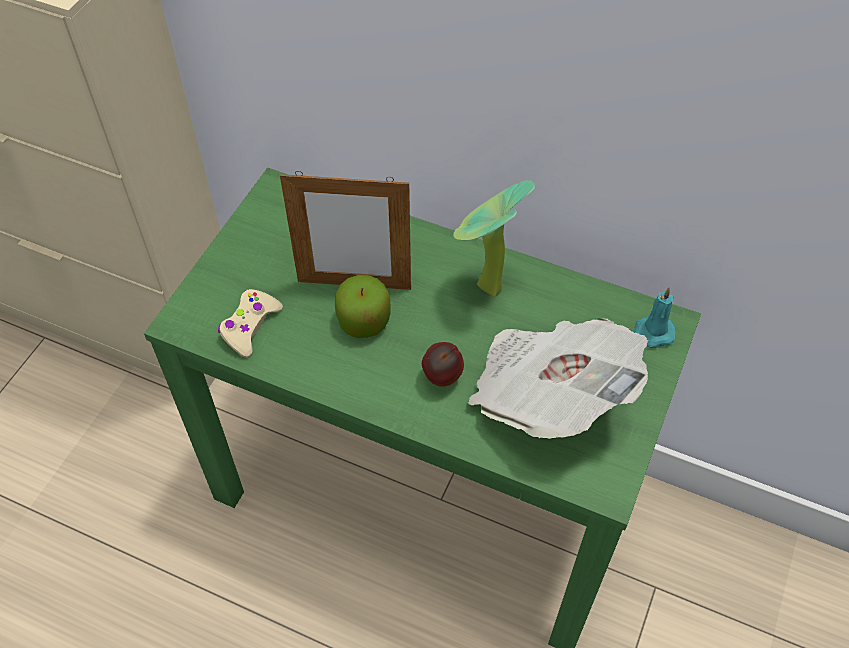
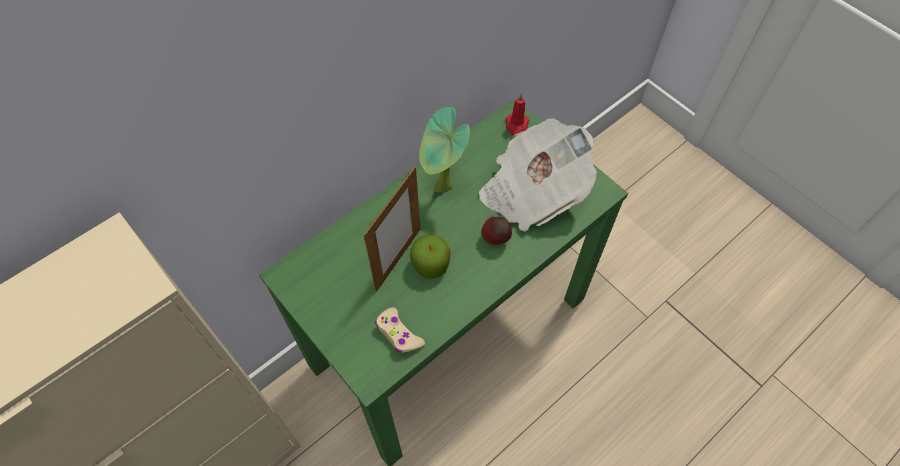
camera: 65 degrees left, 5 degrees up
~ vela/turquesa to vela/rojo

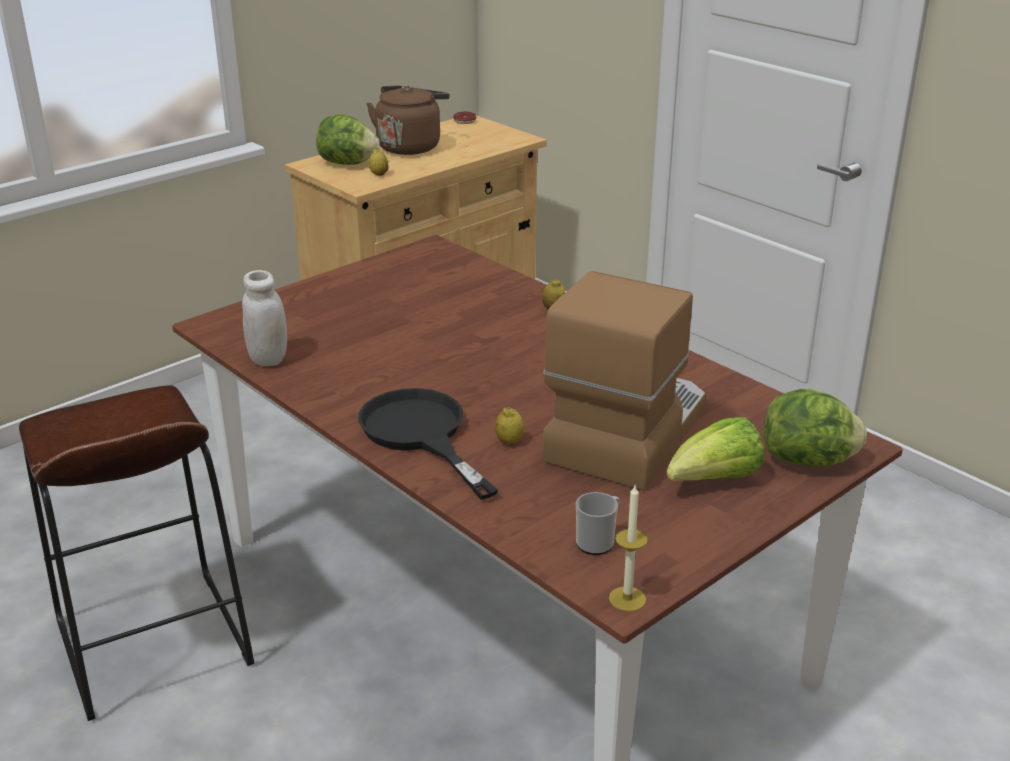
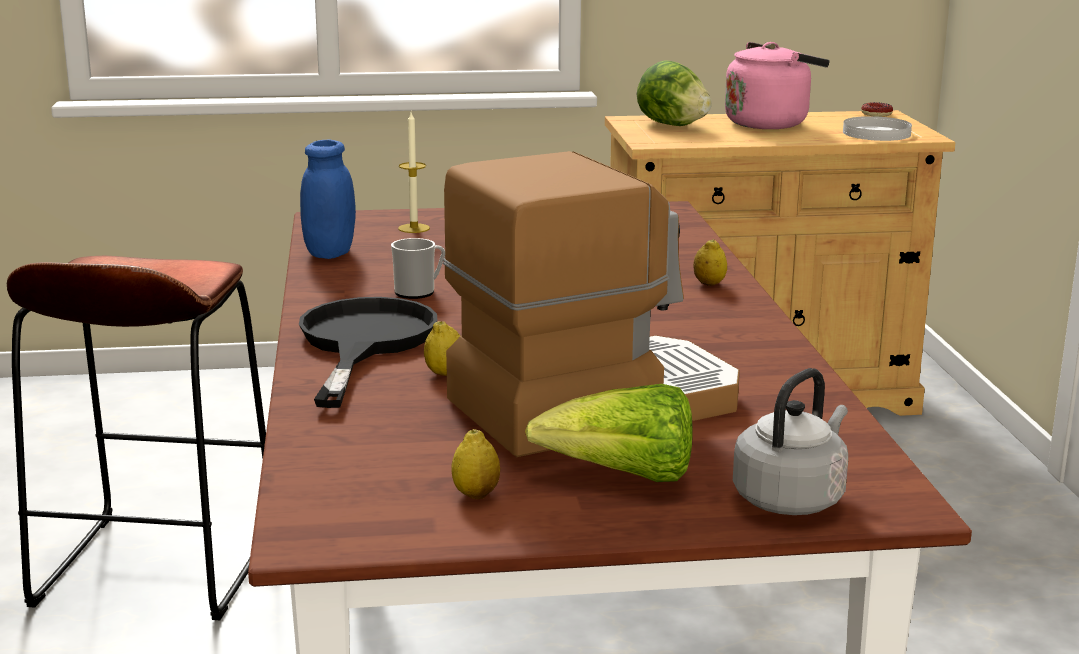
camera: 35 degrees right, 10 degrees down
+ plato/blanco
~ limón (no. 1 from left in the first image) to limón (no. 2 from left)
~ taza grande
~ vela
~ lechuga (no. 3 from left) to hervidor/gris
~ tarro/blanco to tarro/azul
~ hervidor/marrón to hervidor/rosa

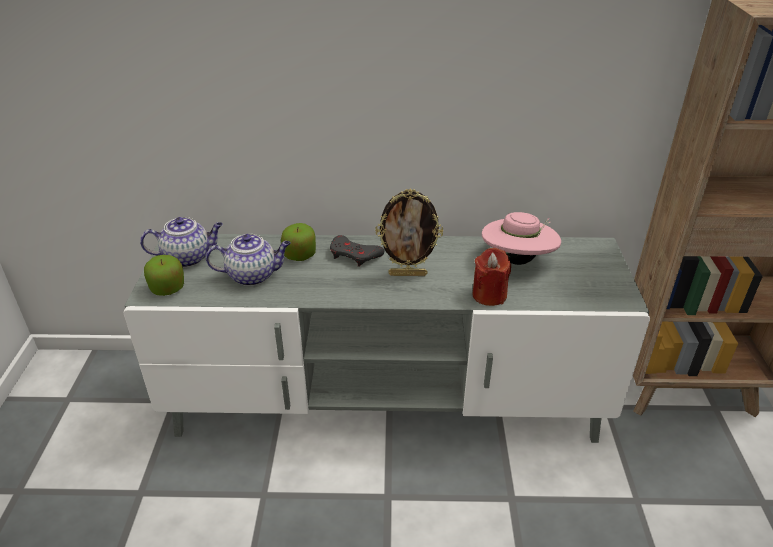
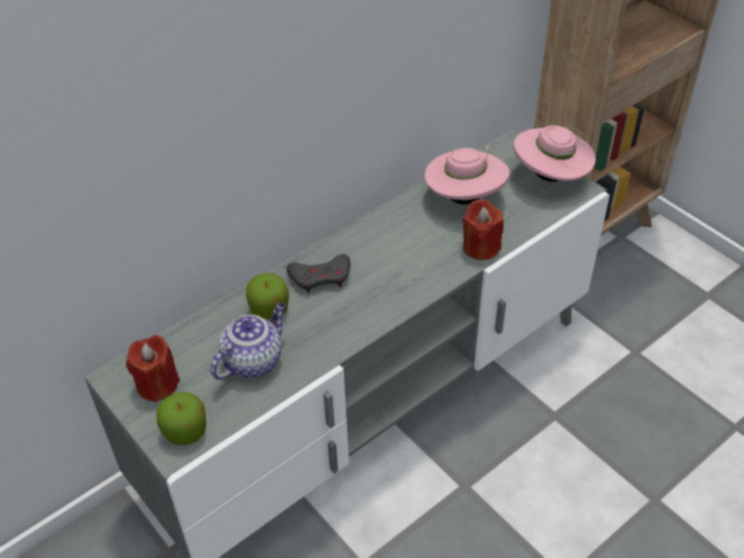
camera: 40 degrees left, 10 degrees up
- portarretratos
+ sombrero/rosa (no. 2 from left)
~ tetera (no. 1 from left) to vela/rojo (no. 1 from left)

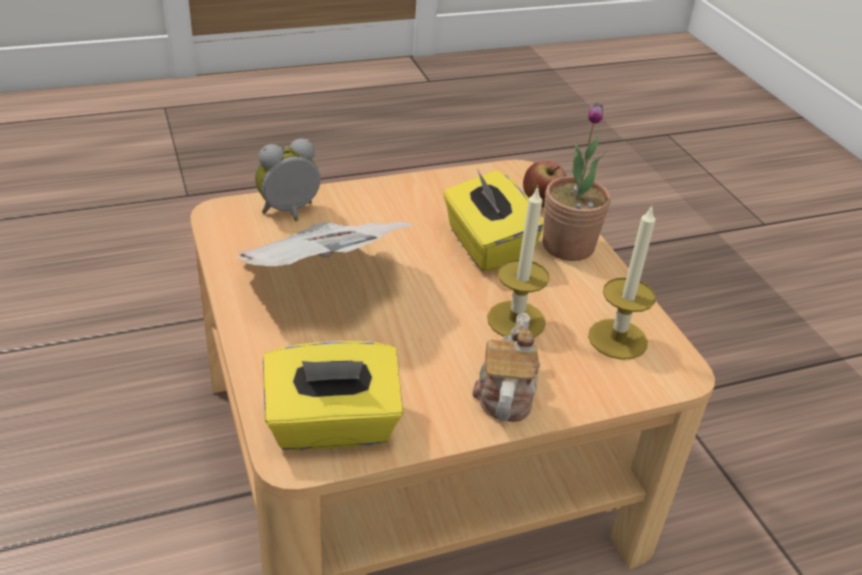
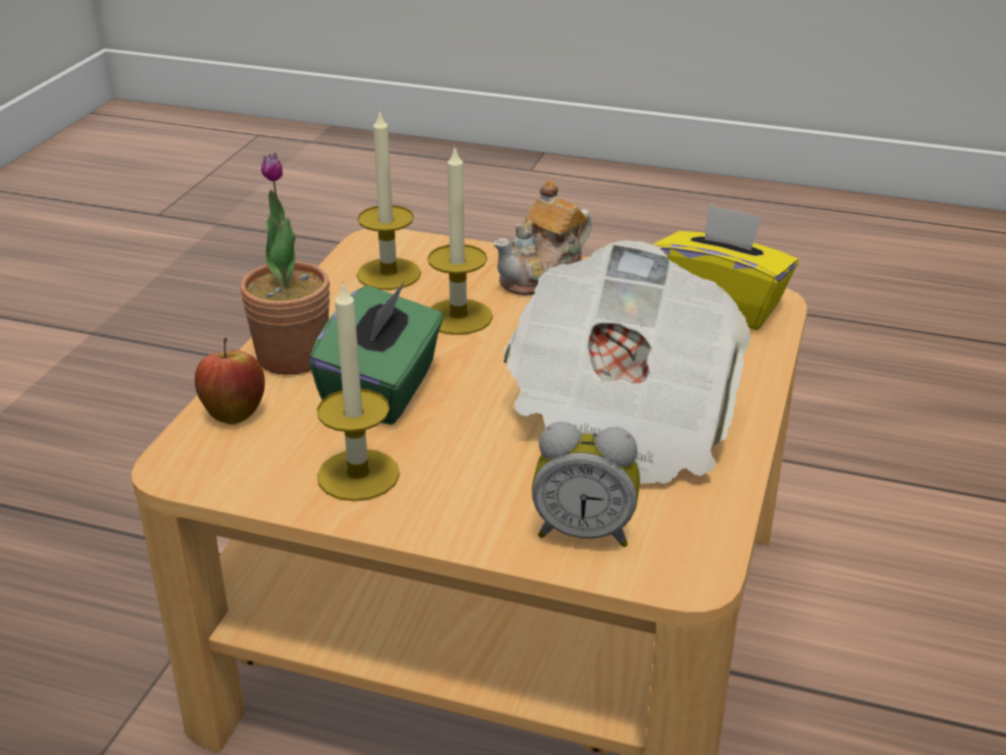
camera: 140 degrees left, 5 degrees down
+ vela (no. 1 from left)
~ caja de pañuelos/amarillo (no. 2 from left) to caja de pañuelos/verde

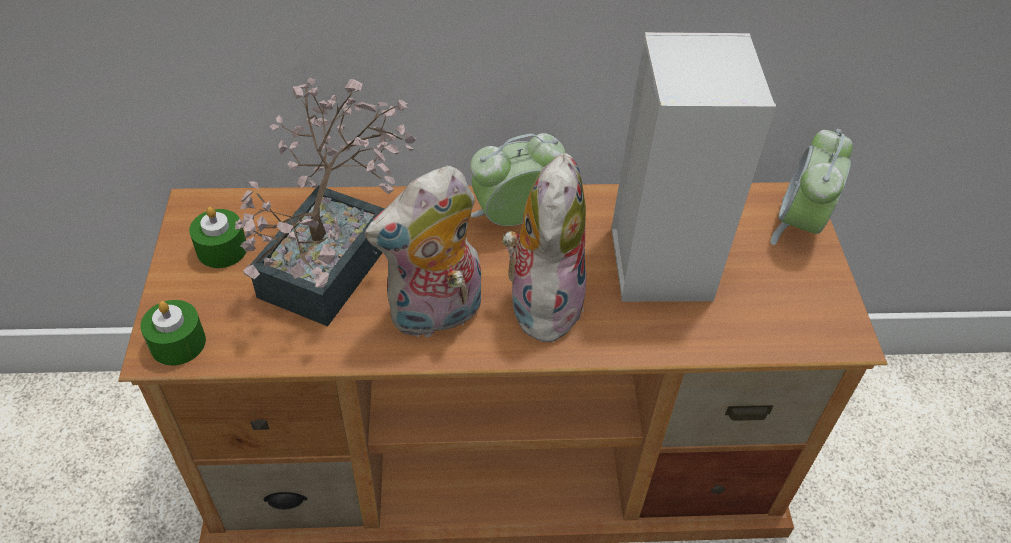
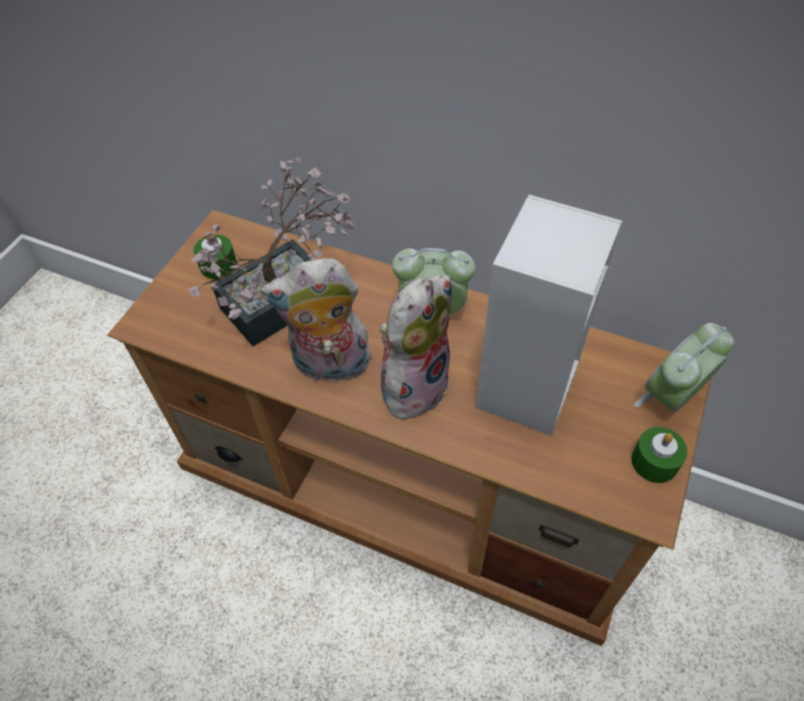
camera: 30 degrees right, 5 degrees up
~ vela/verde (no. 1 from left in the first image) to vela/verde (no. 2 from left)

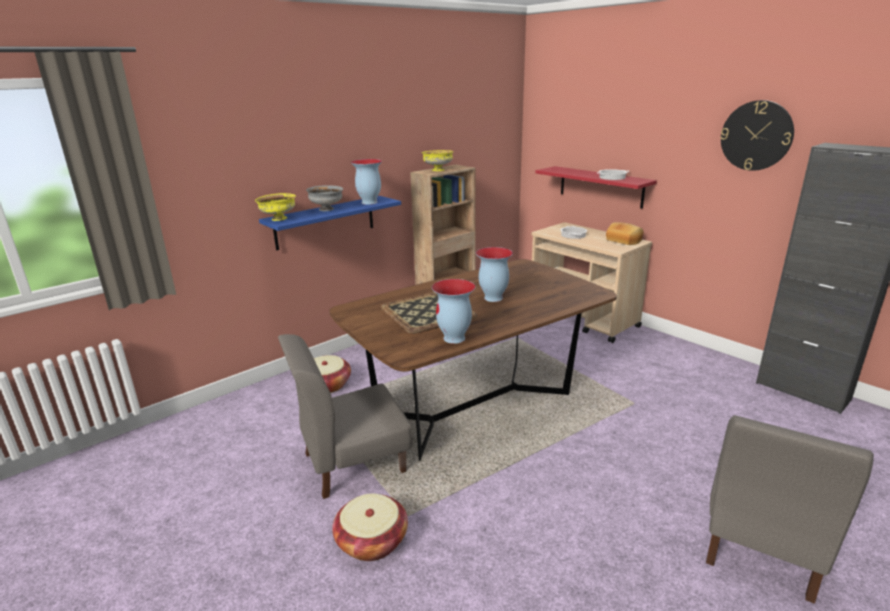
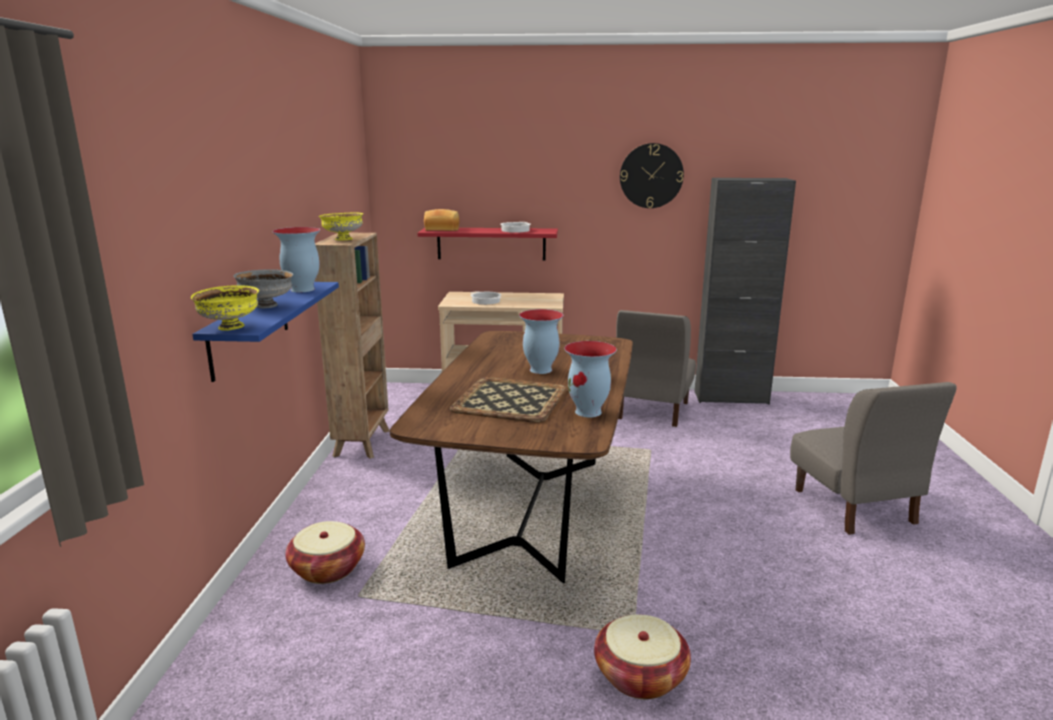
camera: 45 degrees left, 5 degrees down
~ silla/gris (no. 1 from left)
~ pan

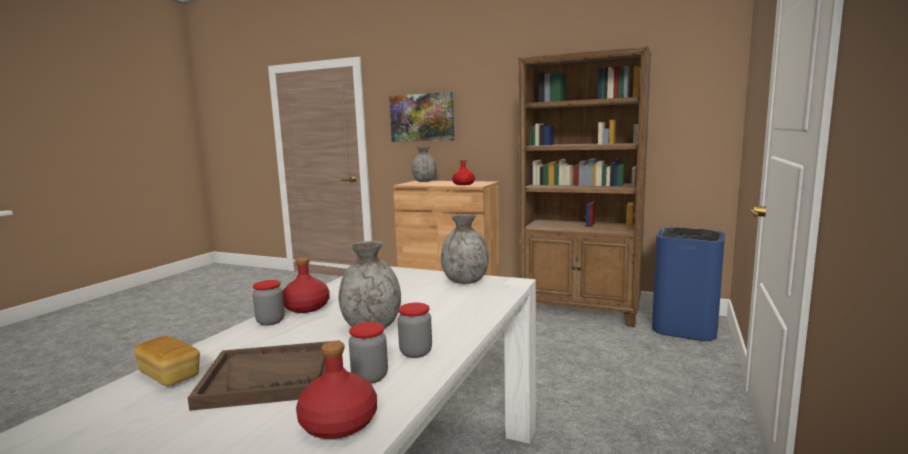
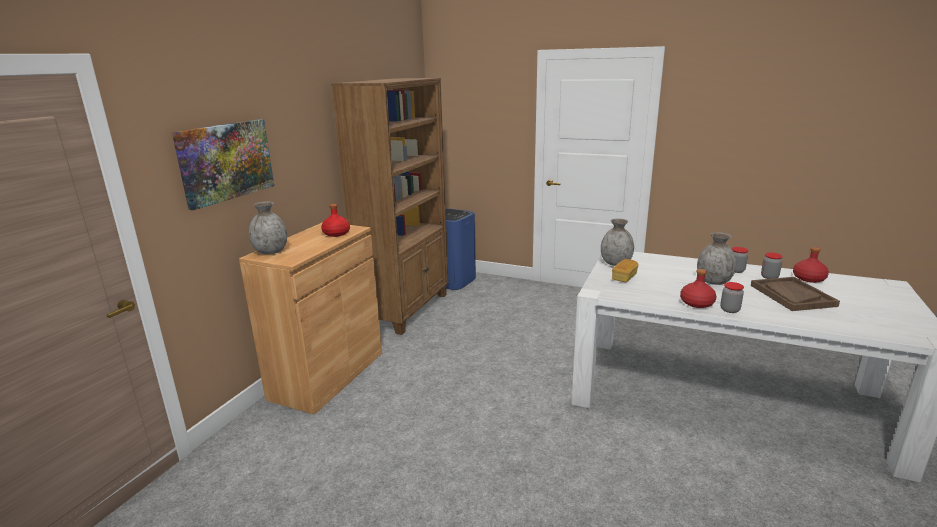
camera: 90 degrees left, 10 degrees up
~ pan

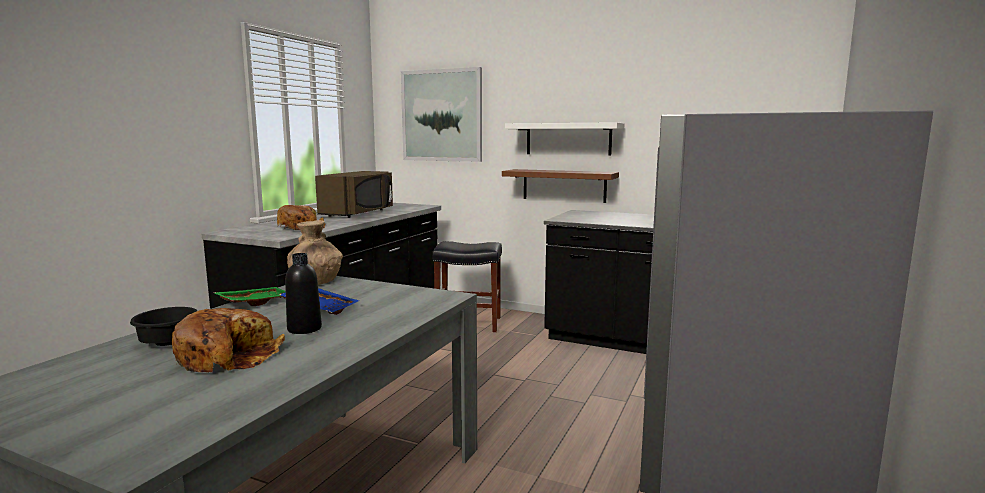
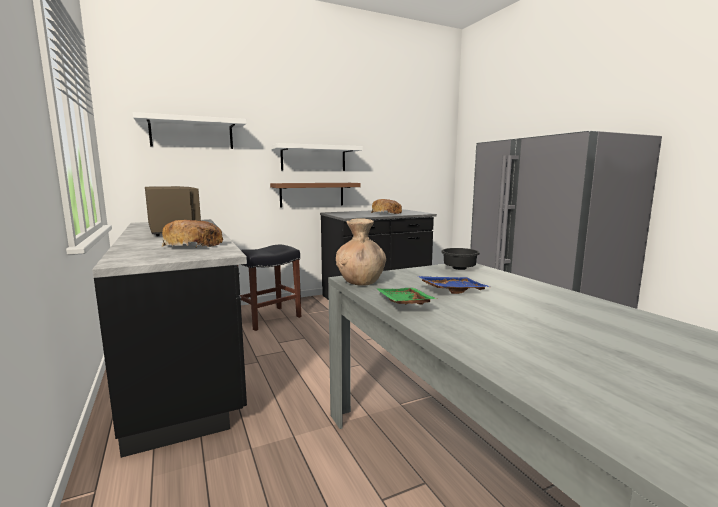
camera: 50 degrees left, 0 degrees up
- botella/negro
~ cuenco/negro
~ pan (no. 1 from left in the first image) to pan (no. 2 from left)
~ cuadro to estante/blanco (no. 1 from left)

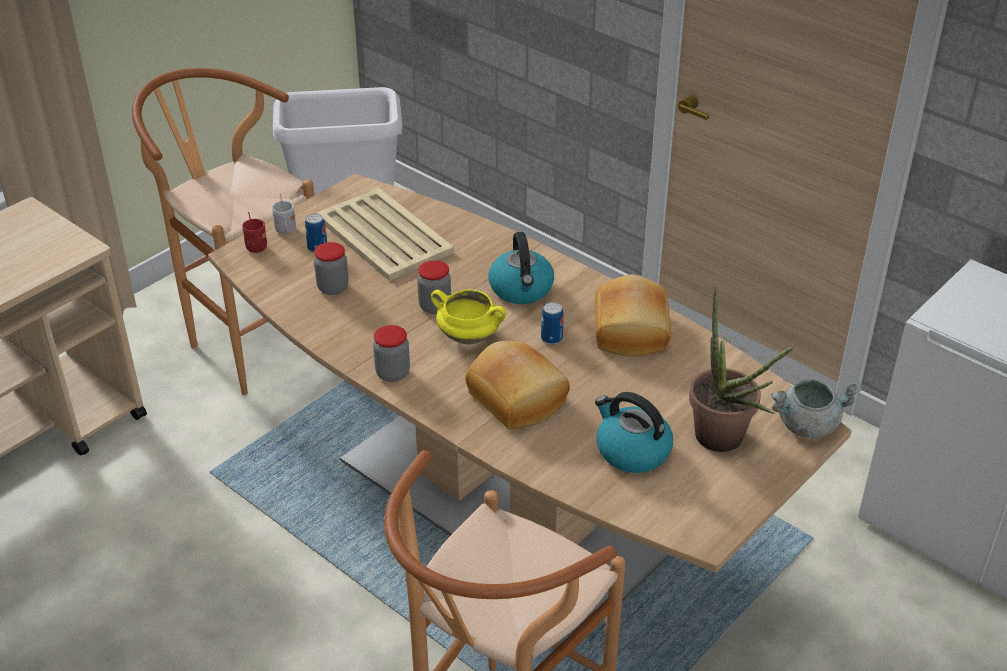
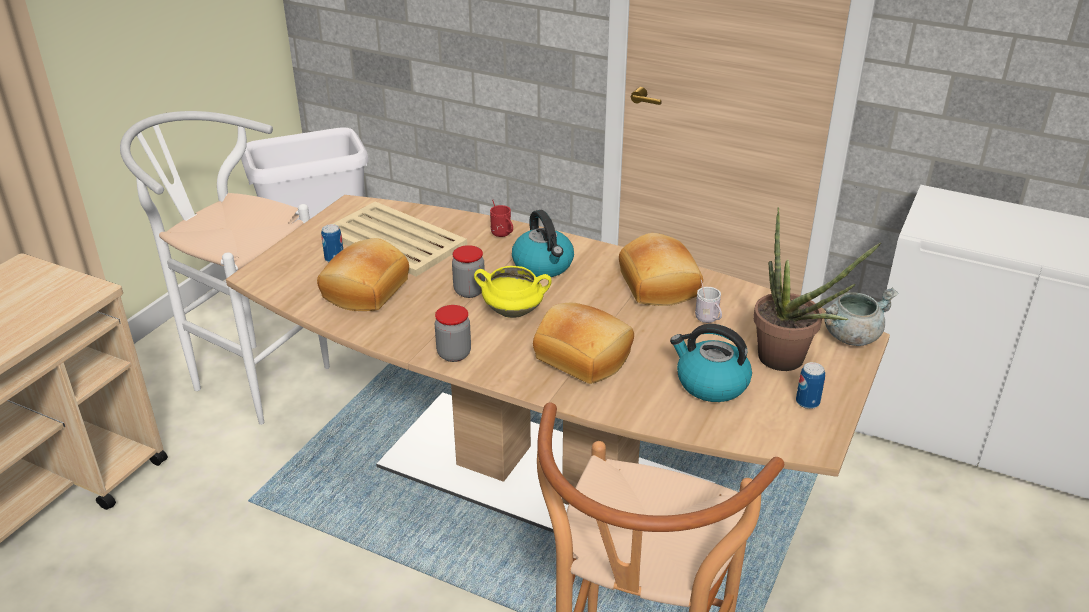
camera: 15 degrees left, 5 degrees down
~ taza grande/rojo
~ taza grande/blanco
~ lata (no. 2 from left)
~ tarro (no. 1 from left) to pan (no. 1 from left)
~ taburete/marrón (no. 1 from left) to taburete/blanco

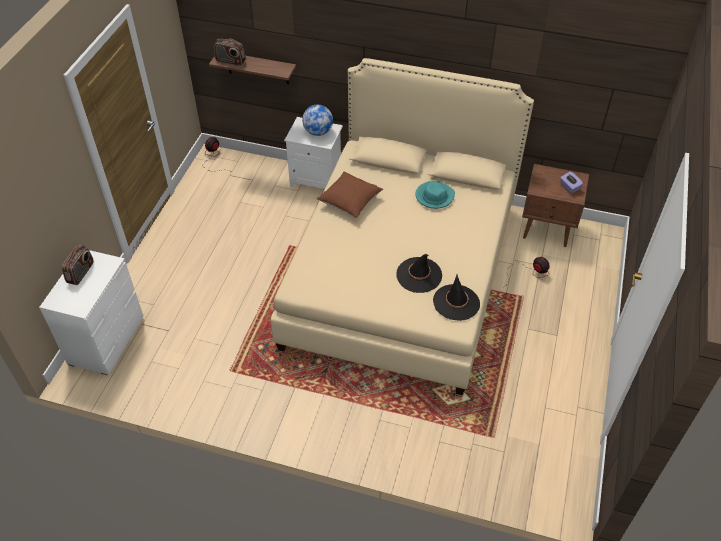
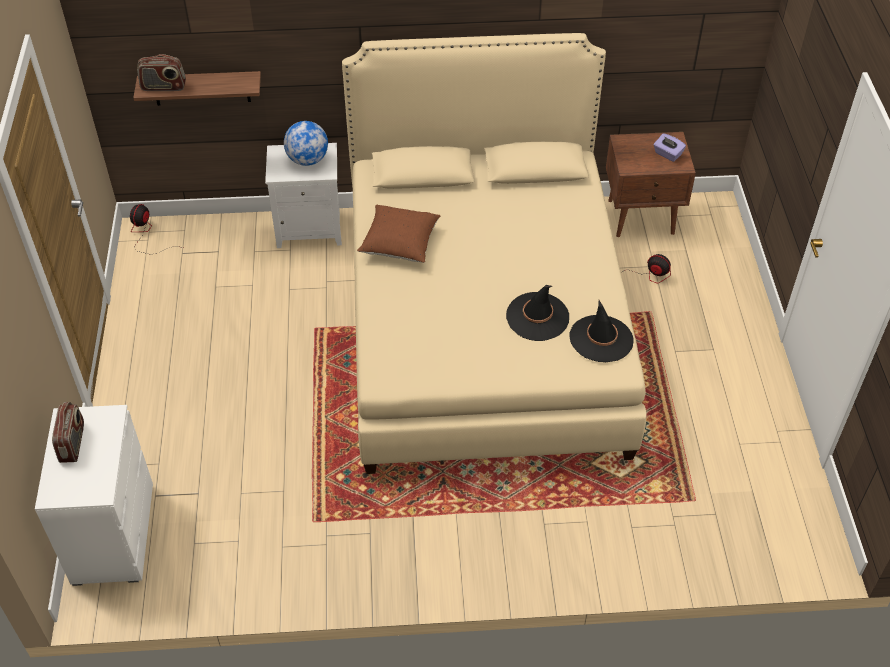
camera: 20 degrees left, 0 degrees up
- sombrero/turquesa

